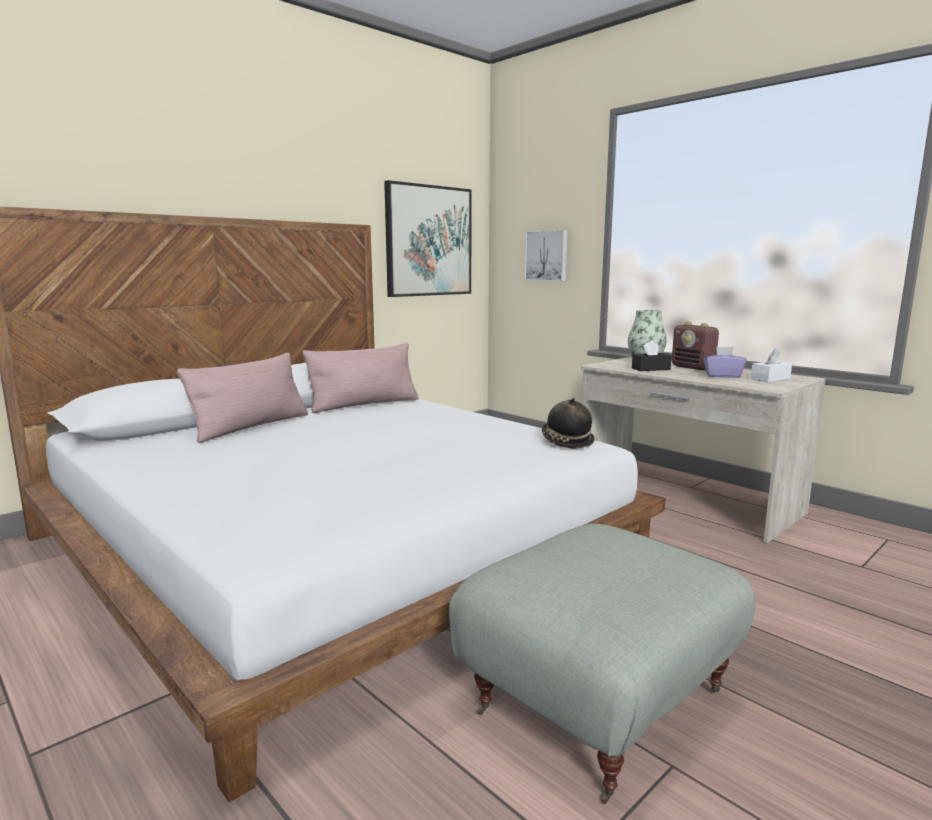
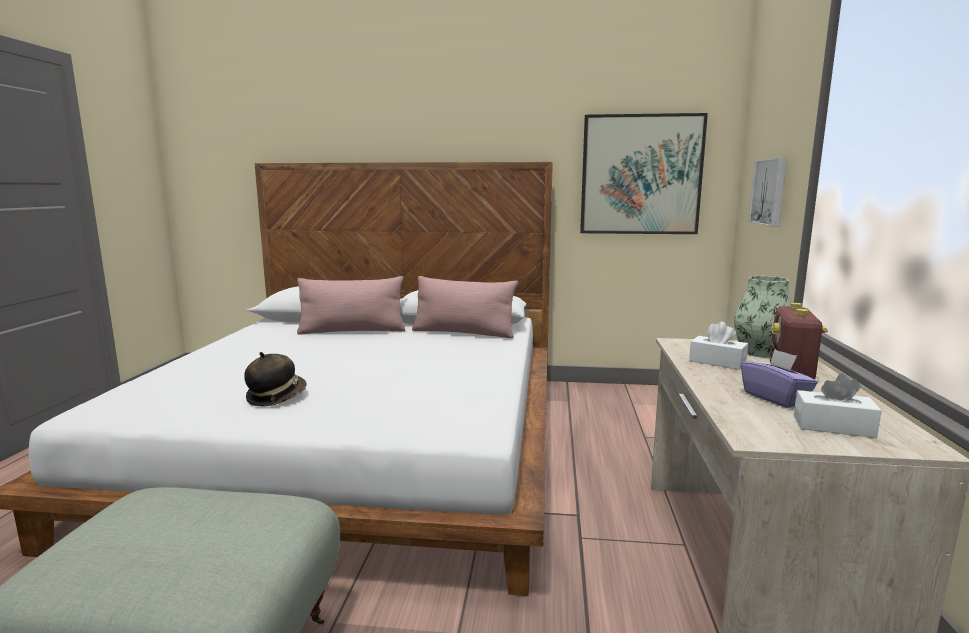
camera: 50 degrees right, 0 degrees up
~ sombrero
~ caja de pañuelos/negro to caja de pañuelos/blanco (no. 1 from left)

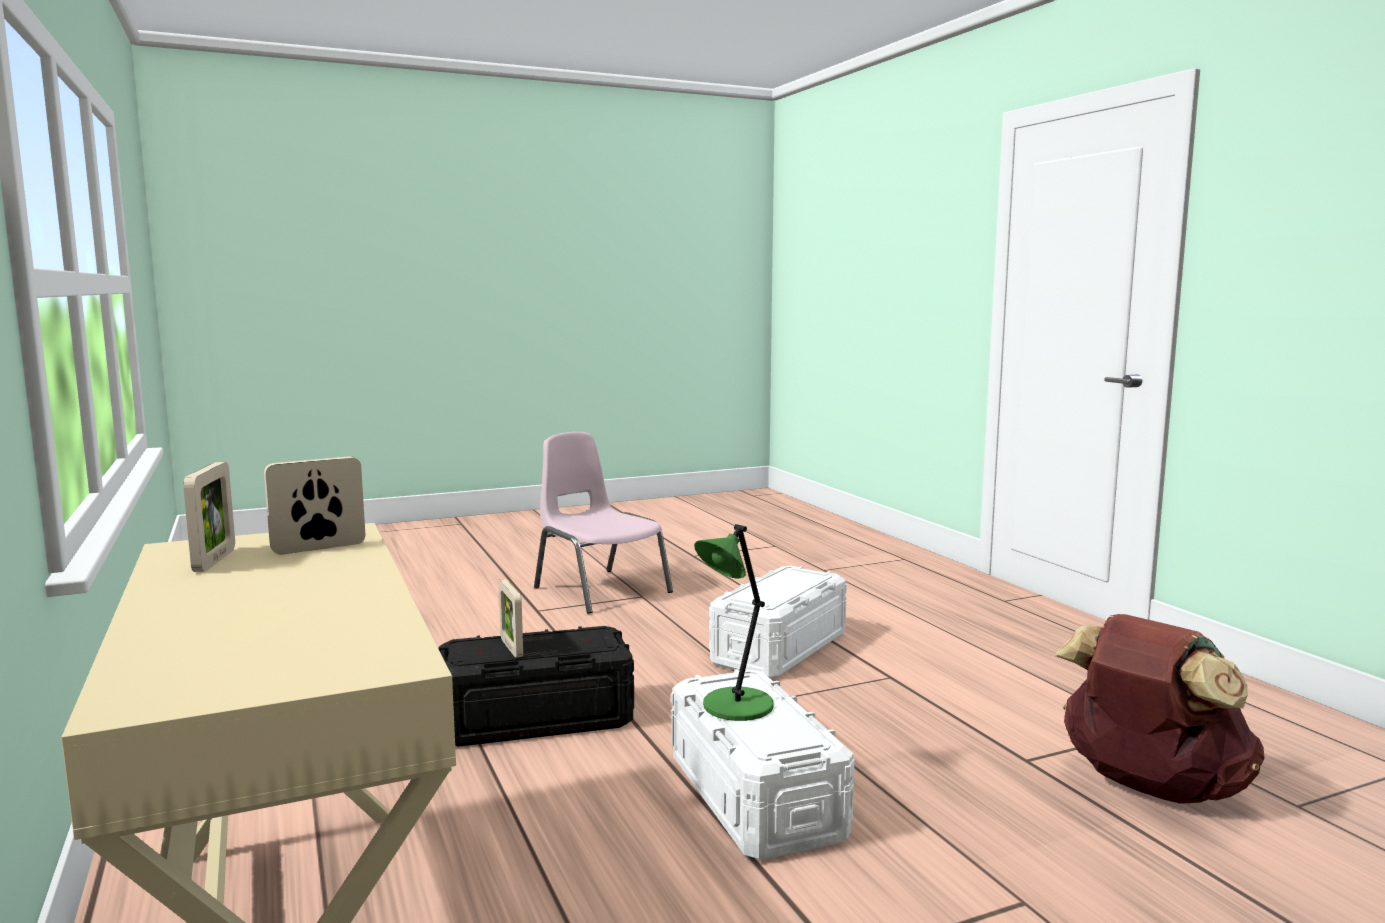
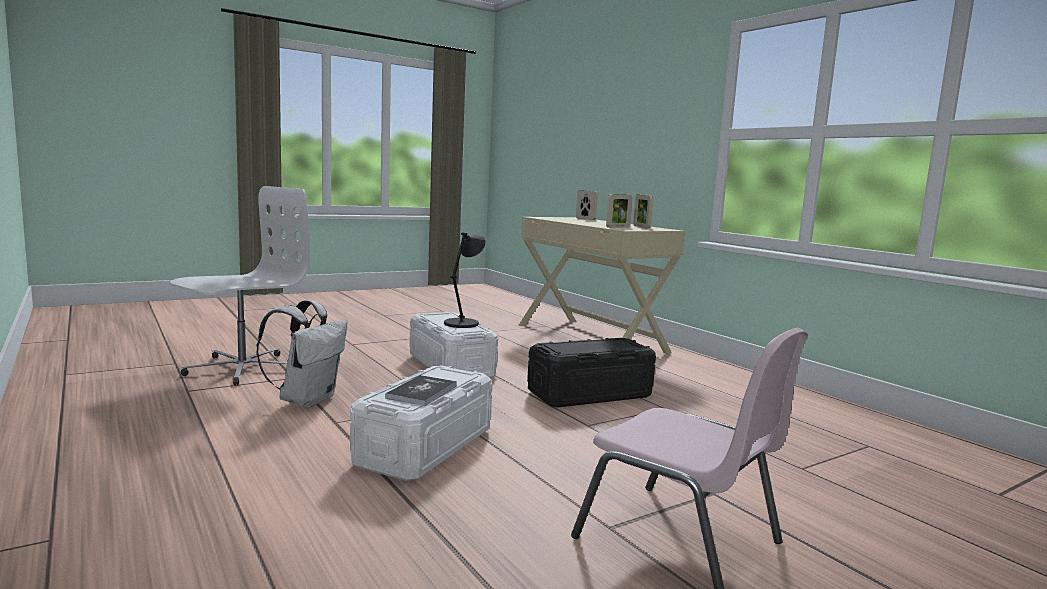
camera: 170 degrees right, 0 degrees up
+ mochila/blanco
+ libro
~ portarretratos (no. 3 from left in the first image) to portarretratos (no. 1 from left)
~ mochila/marrón to silla de oficina/blanco
~ lámpara de mesa/verde to lámpara de mesa/negro

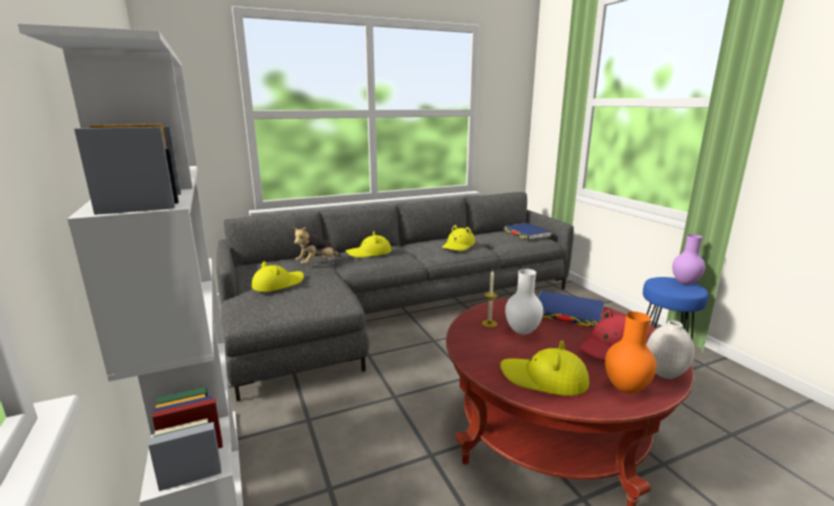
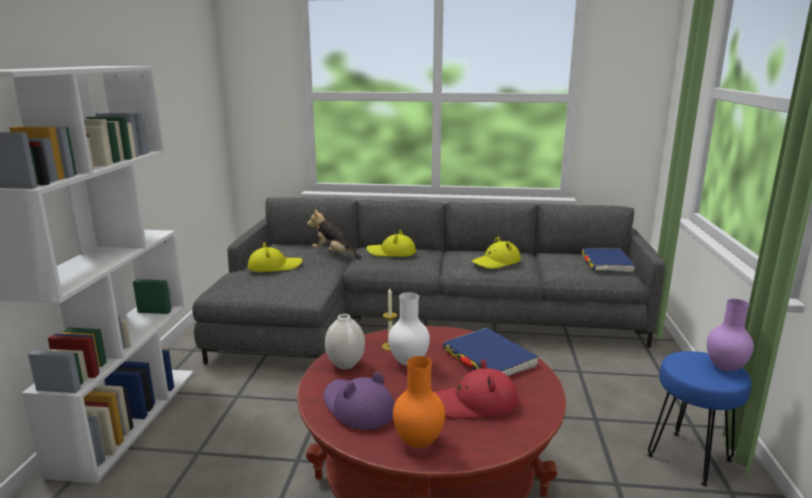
camera: 30 degrees right, 0 degrees up
~ florero/blanco (no. 2 from left in the first image) to florero/blanco (no. 1 from left)
~ sombrero/amarillo (no. 4 from left) to sombrero/morado
~ peluche 45 degrees clockwise

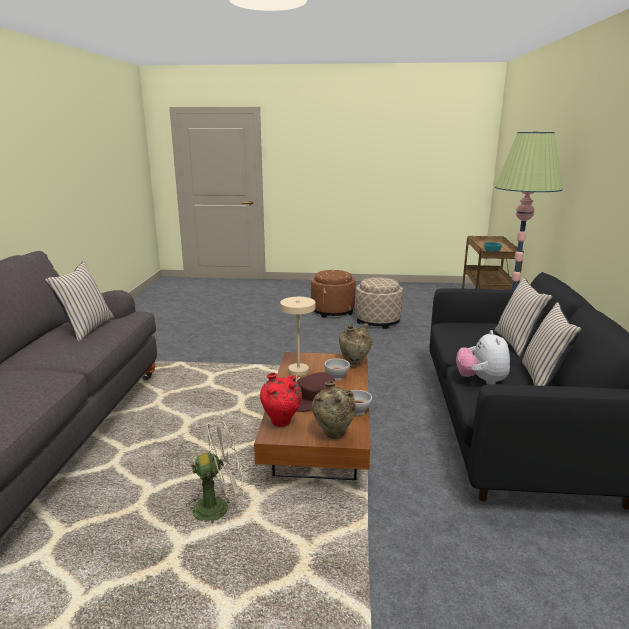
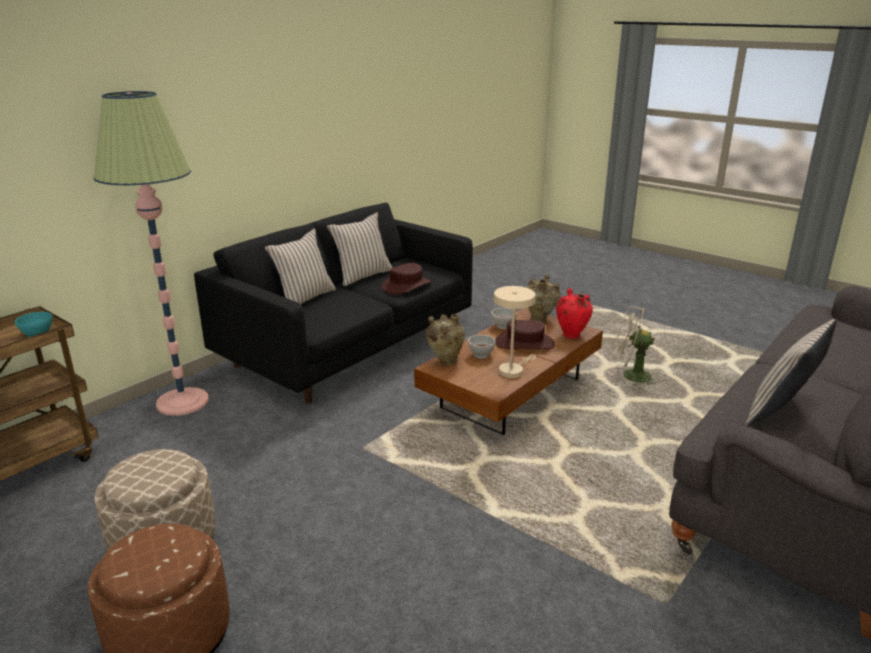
camera: 145 degrees left, 5 degrees up
~ peluche to sombrero/marrón (no. 1 from left)

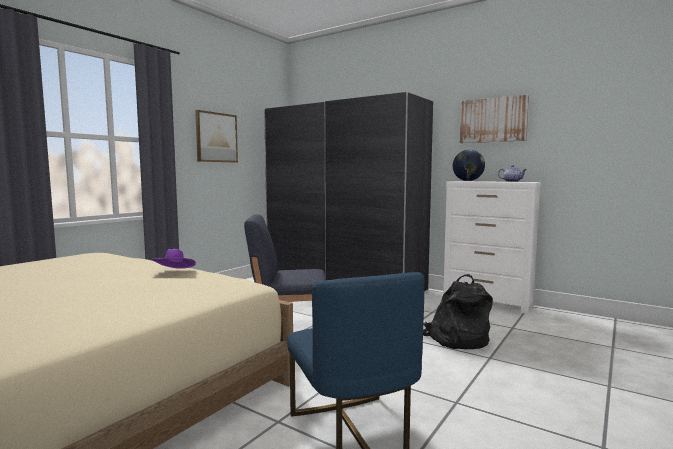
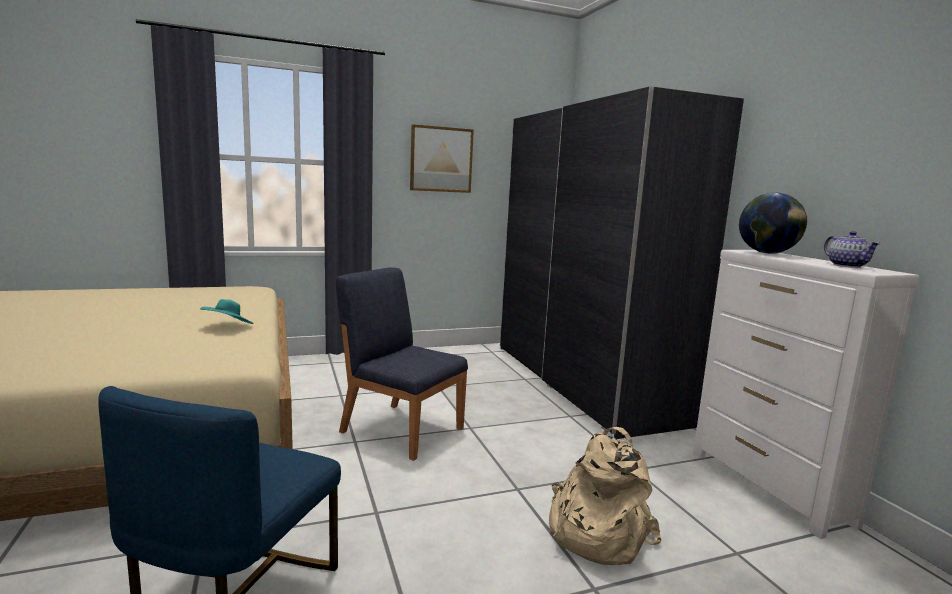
camera: 35 degrees right, 5 degrees up
- cuadro (no. 2 from left)
~ sombrero/morado to sombrero/turquesa
~ mochila/negro to mochila/beis

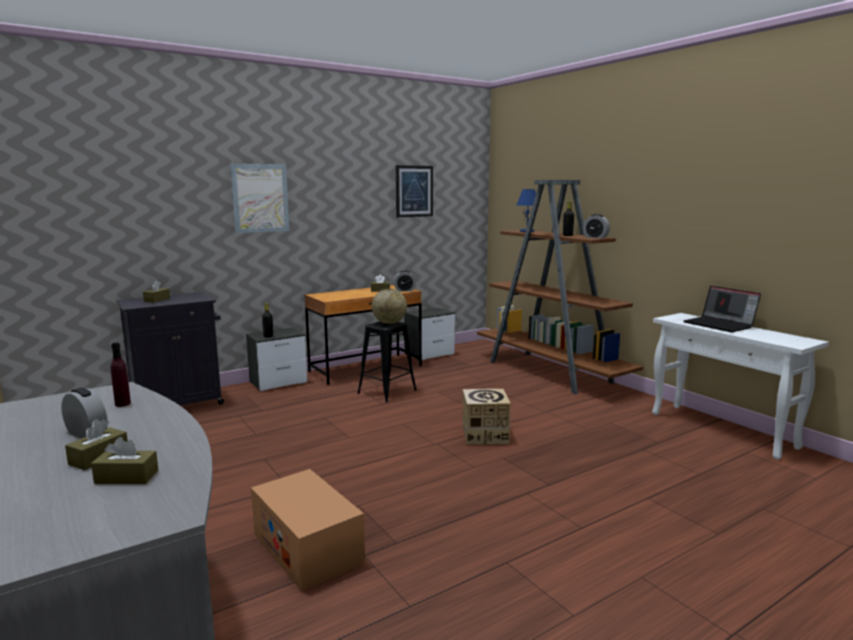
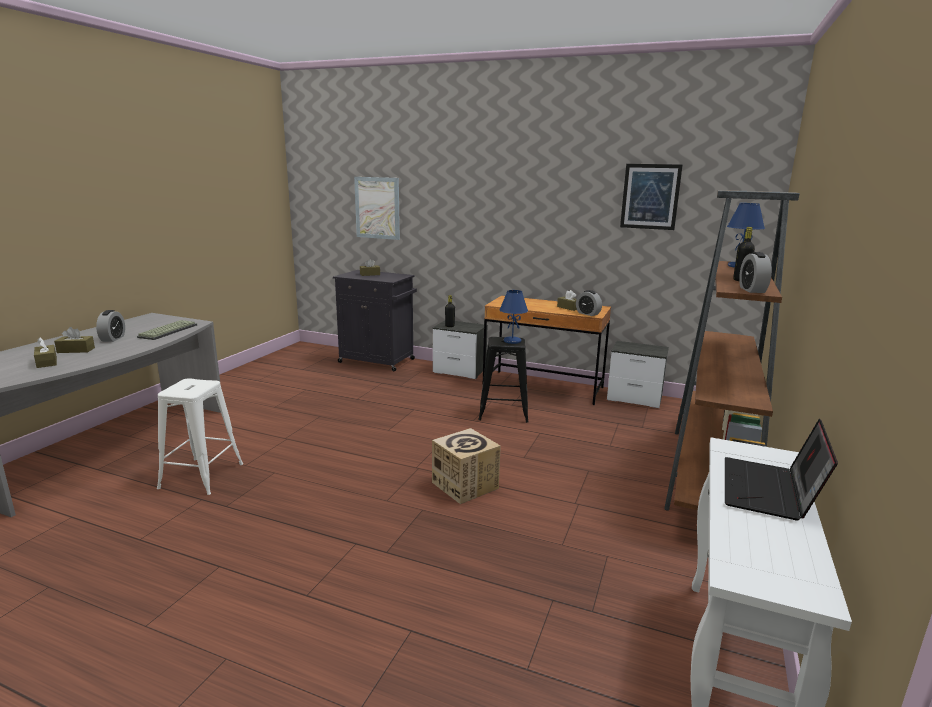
camera: 55 degrees right, 5 degrees up
~ cuadro (no. 1 from left)
~ botella/morado to teclado
~ caja de cartón (no. 1 from left) to taburete/blanco
~ globo terráqueo to lámpara de mesa/azul (no. 1 from left)

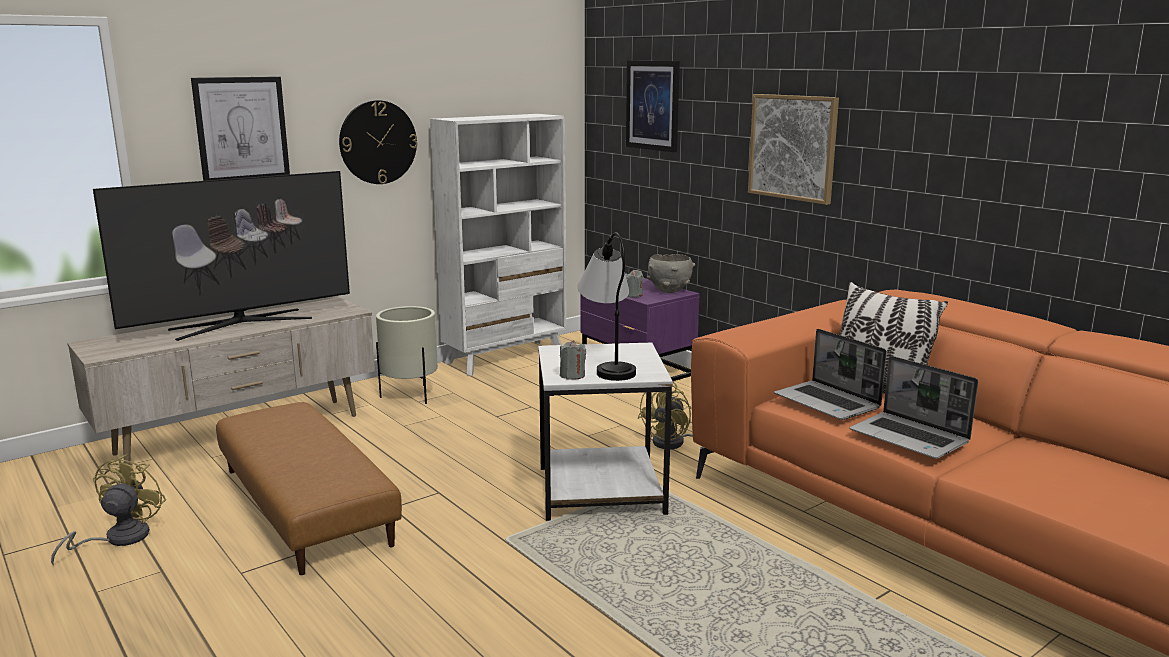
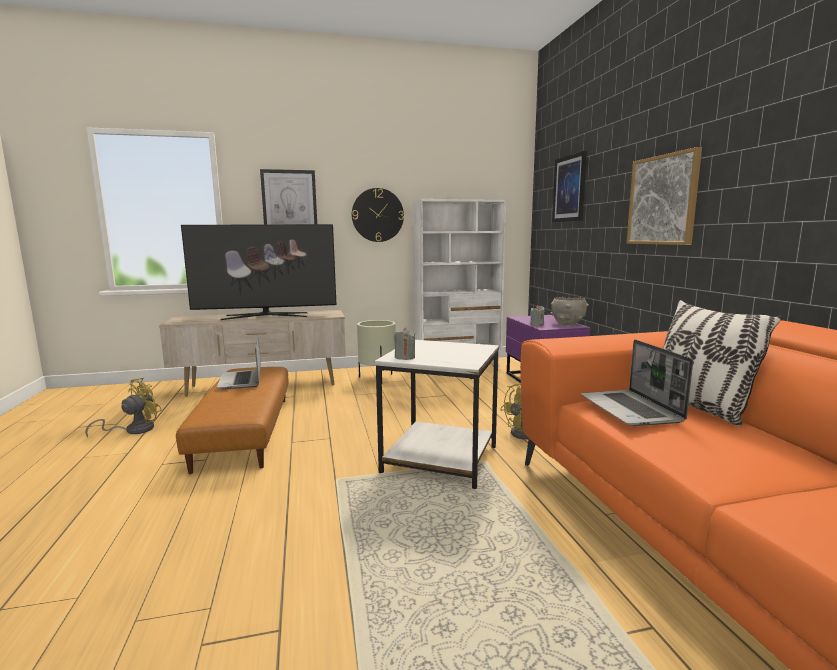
camera: 25 degrees right, 5 degrees down
- lámpara de mesa
~ portátil (no. 2 from left in the first image) to portátil (no. 1 from left)

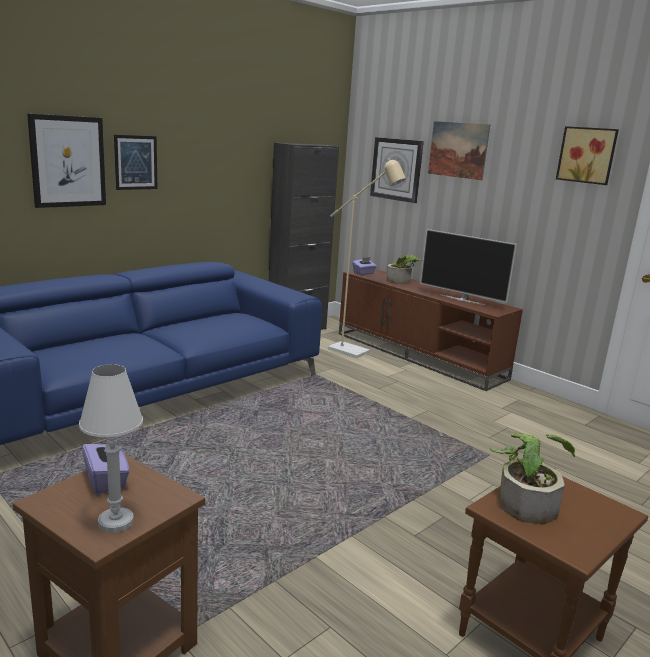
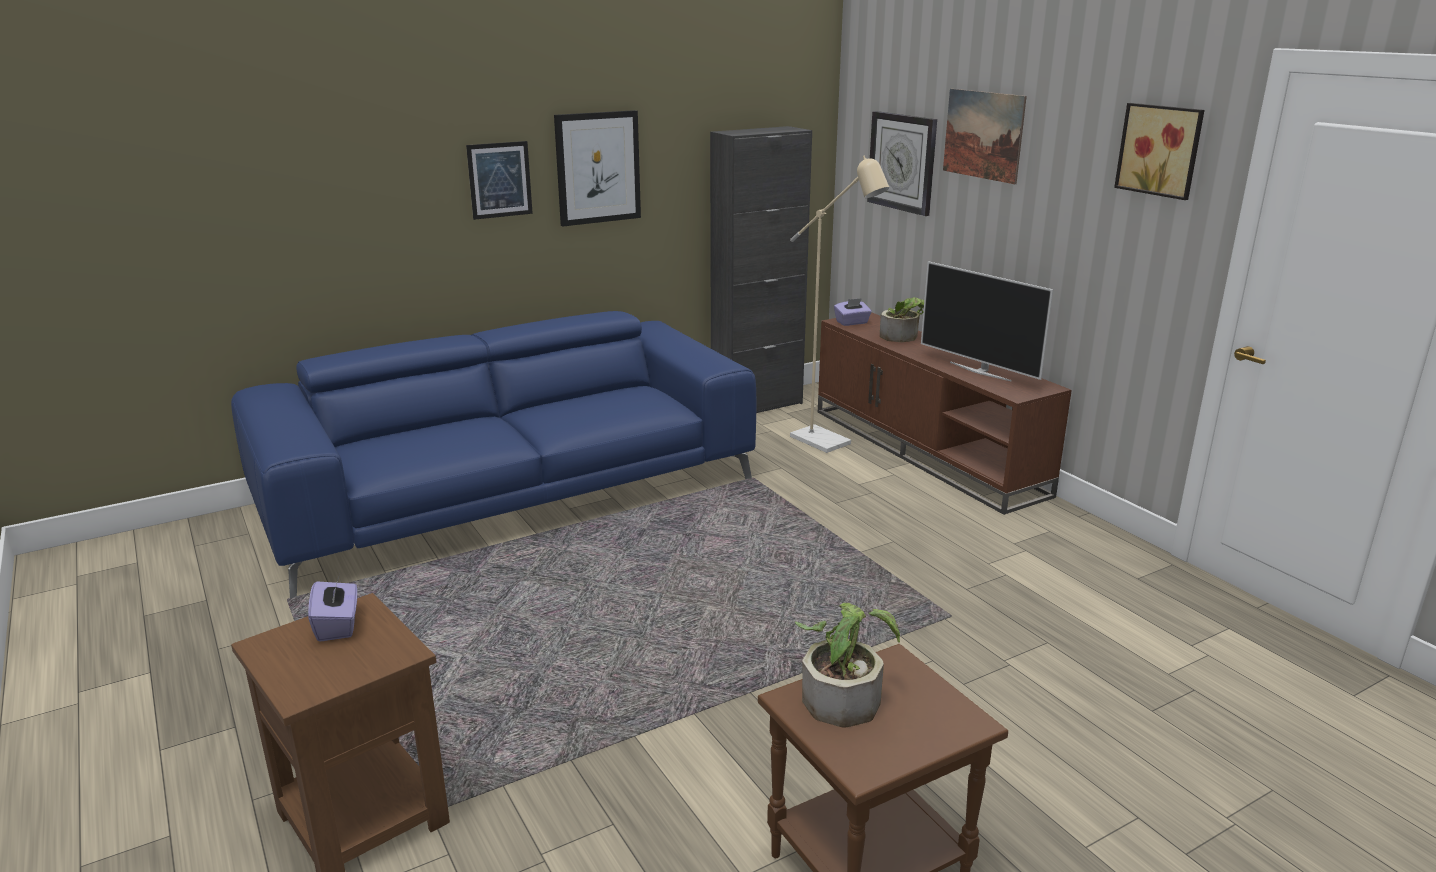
camera: 15 degrees right, 5 degrees up
- lámpara de mesa/blanco
~ cuadro (no. 1 from left in the first image) to cuadro (no. 2 from left)

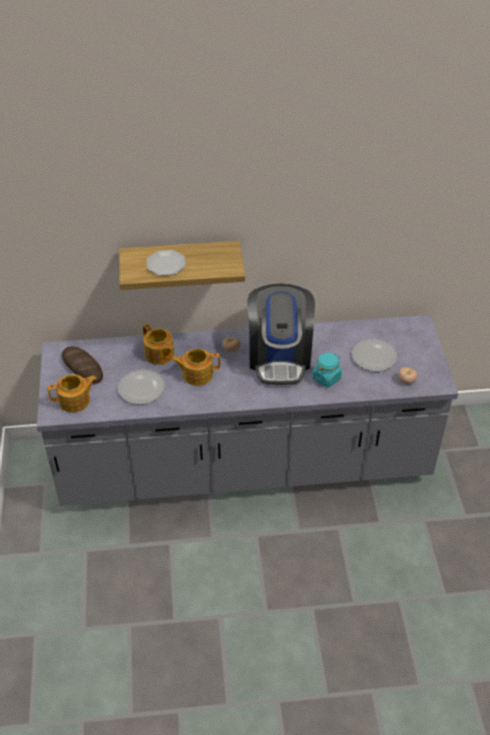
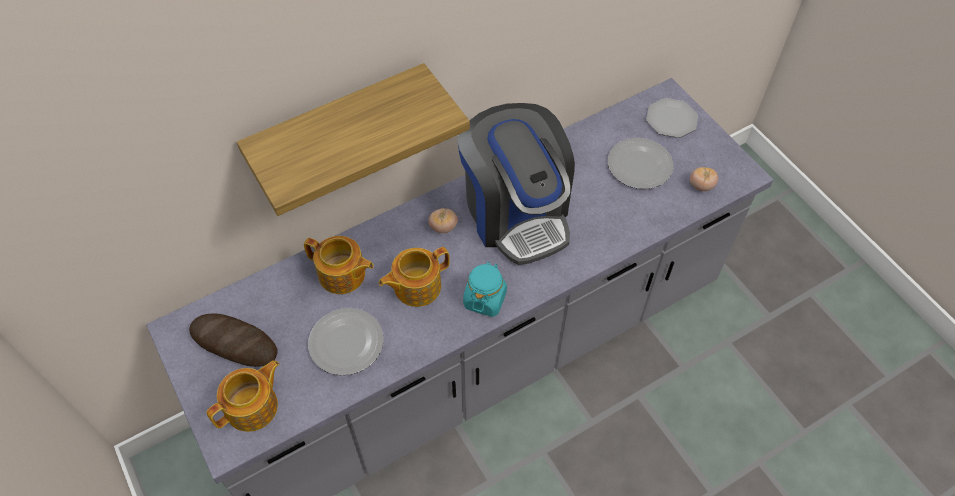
camera: 25 degrees left, 10 degrees up
~ plato (no. 2 from left in the first image) to plato (no. 3 from left)
~ tarro/turquesa

